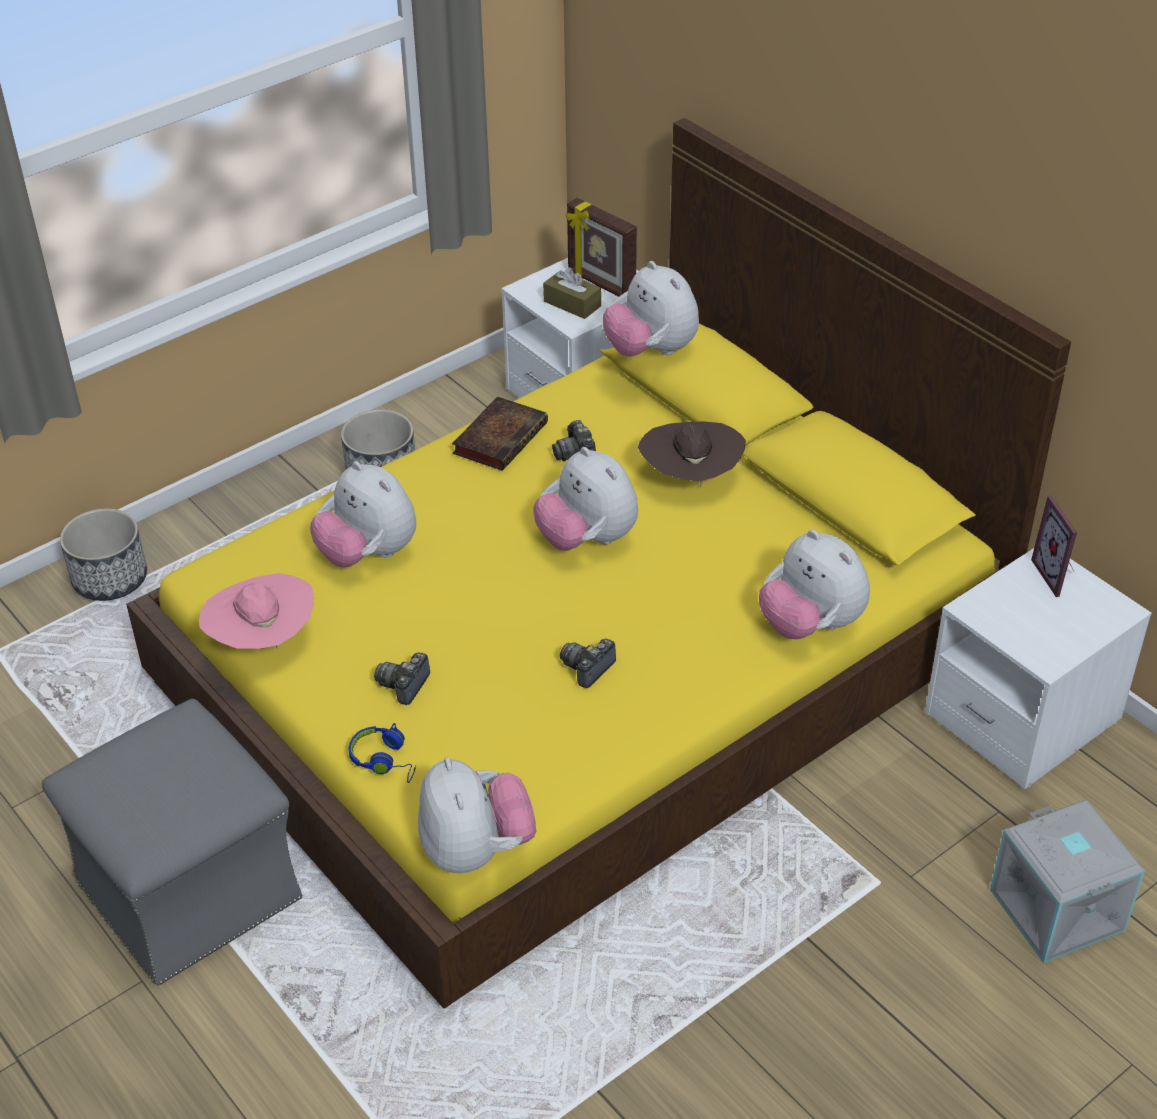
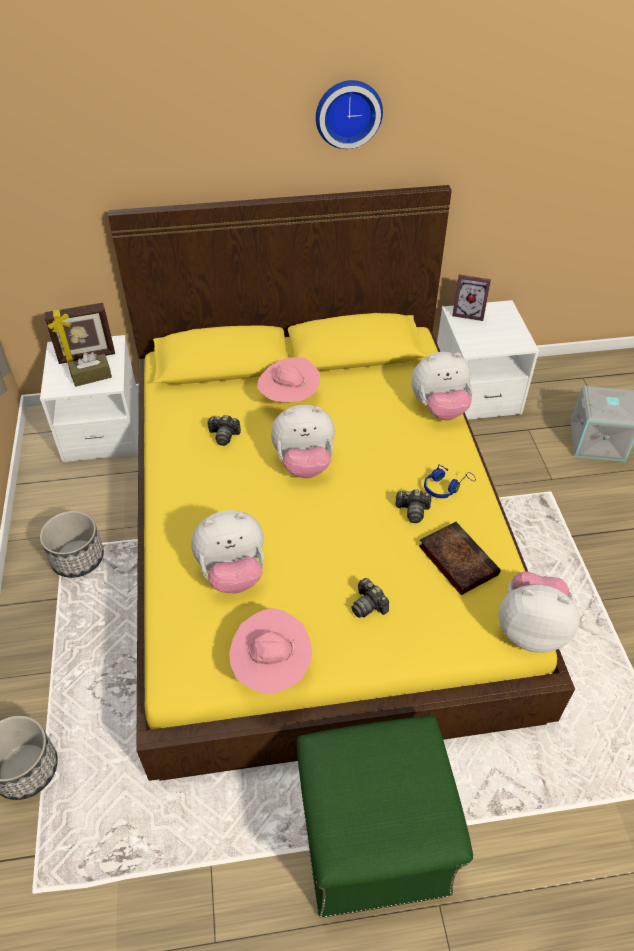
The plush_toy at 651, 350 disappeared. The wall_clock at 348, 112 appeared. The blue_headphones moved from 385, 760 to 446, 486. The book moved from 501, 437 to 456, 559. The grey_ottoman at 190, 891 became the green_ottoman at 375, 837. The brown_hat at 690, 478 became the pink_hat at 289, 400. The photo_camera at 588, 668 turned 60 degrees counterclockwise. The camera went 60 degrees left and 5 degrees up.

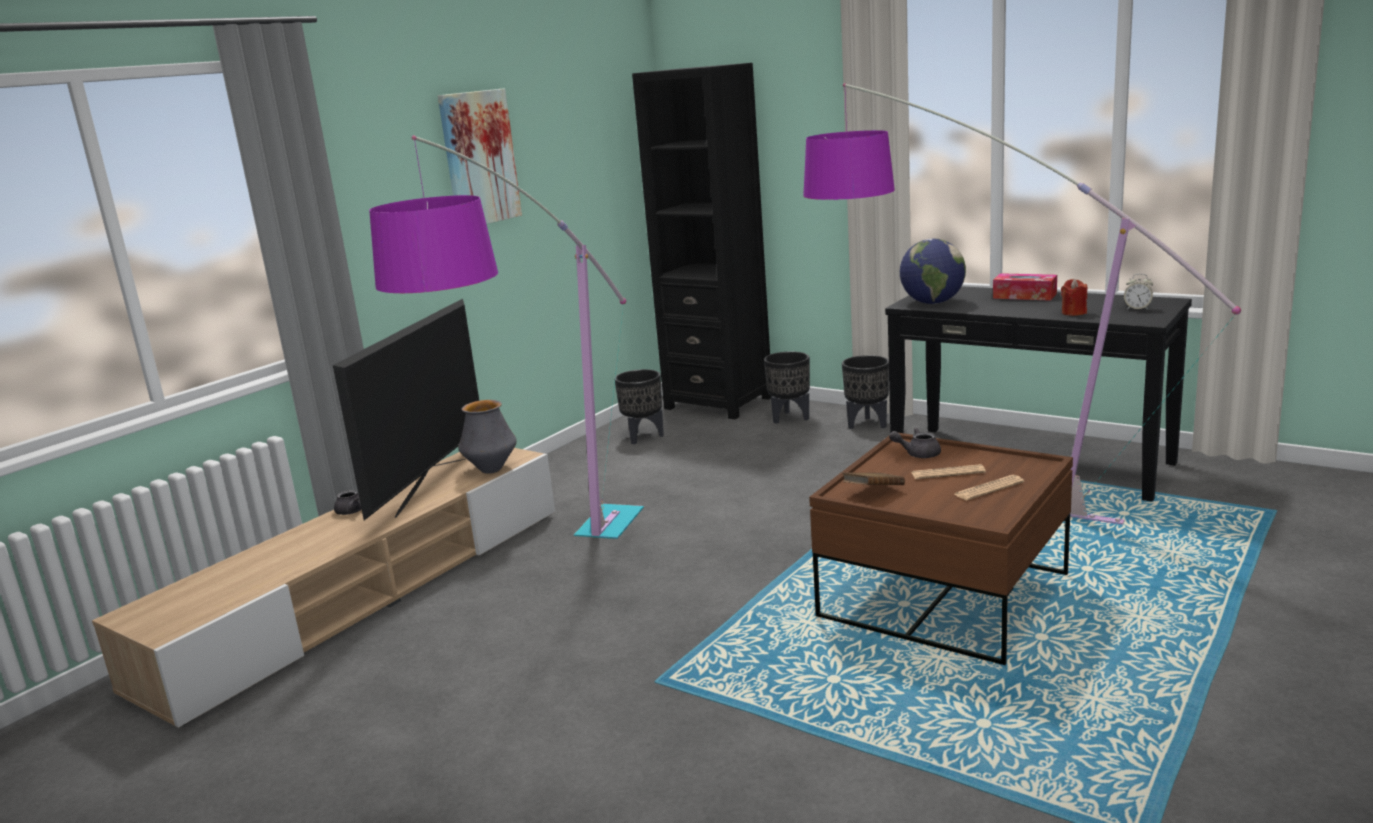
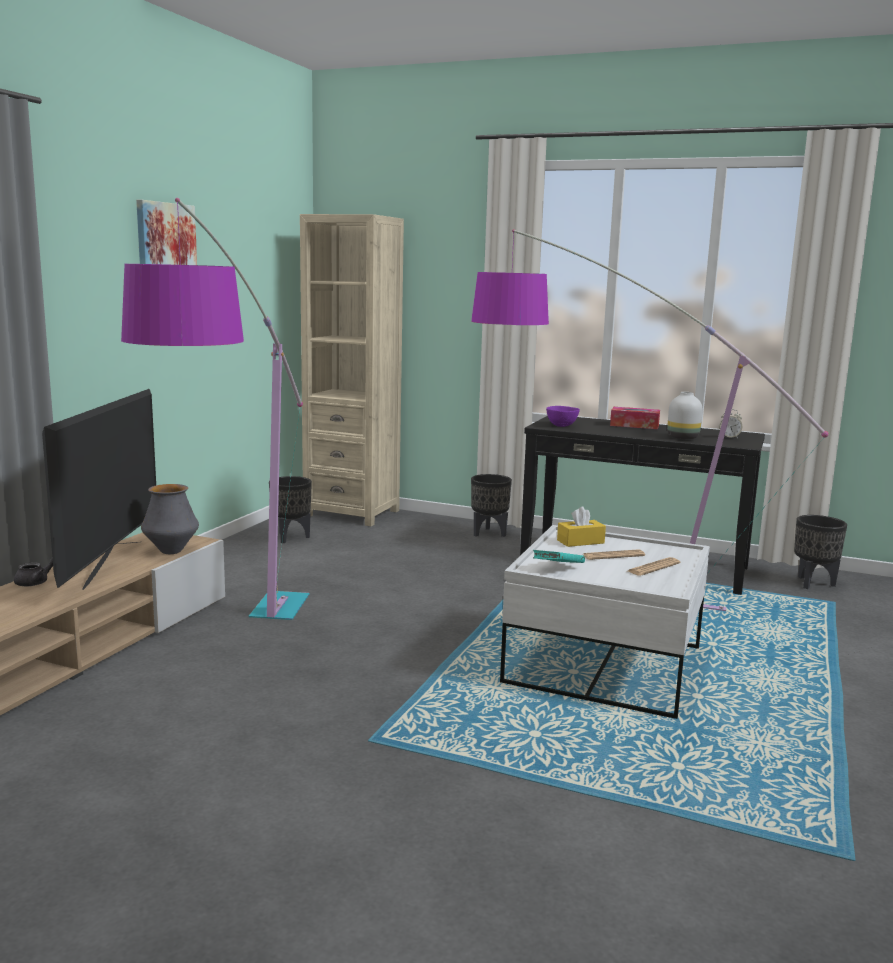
The black_planter moved from 789, 418 to 813, 583. The grey_teapot at 918, 454 was replaced by the yellow_tissue_box at 580, 541. The globe at 932, 303 was replaced by the purple_bowl at 562, 426. The red_candle at 1073, 313 was replaced by the white_vase at 682, 437. The black_bookcase at 718, 403 became the beige_bookcase at 352, 513. The brown_coffee_table at 944, 596 became the white_coffee_table at 604, 665. The brown_book at 873, 492 became the turquoise_book at 558, 568. The camera went 15 degrees left and 5 degrees down.

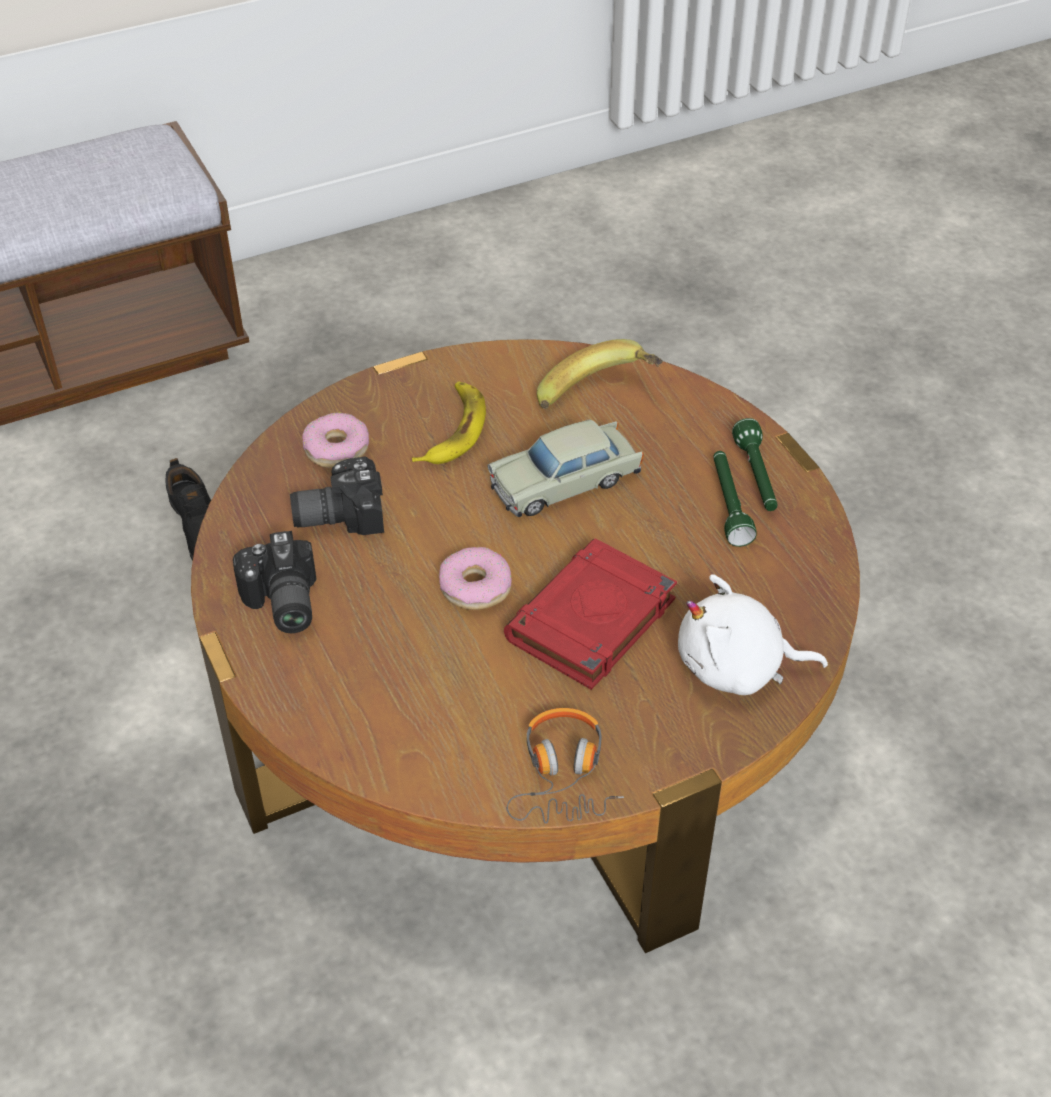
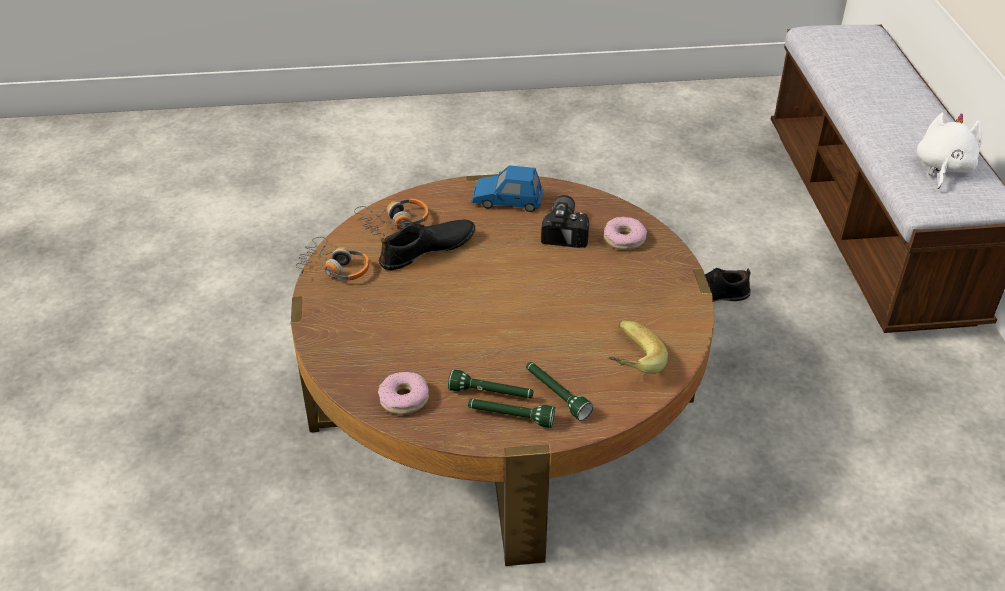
The banana at 453, 430 disappeared. The beige_toy_car at 565, 482 disappeared. The red_book at 590, 622 disappeared. The headphones at 394, 223 appeared. The black_shoe at 428, 250 appeared. The green_flashlight at 556, 395 appeared. The donut moved from 475, 587 to 404, 399. The white_plush_toy moved from 737, 668 to 942, 168. The photo_camera at 280, 604 was replaced by the blue_toy_car at 507, 200. The camera went 110 degrees right and 5 degrees down.

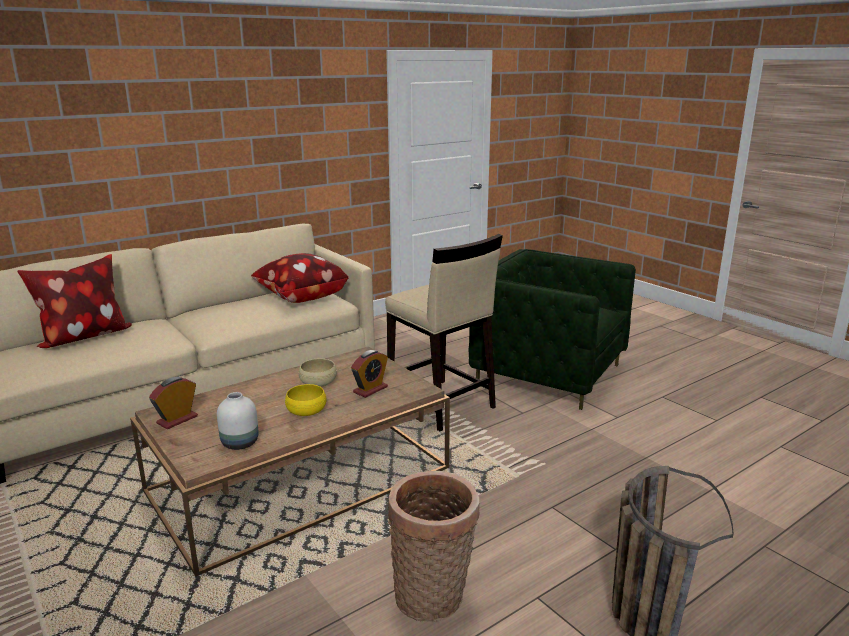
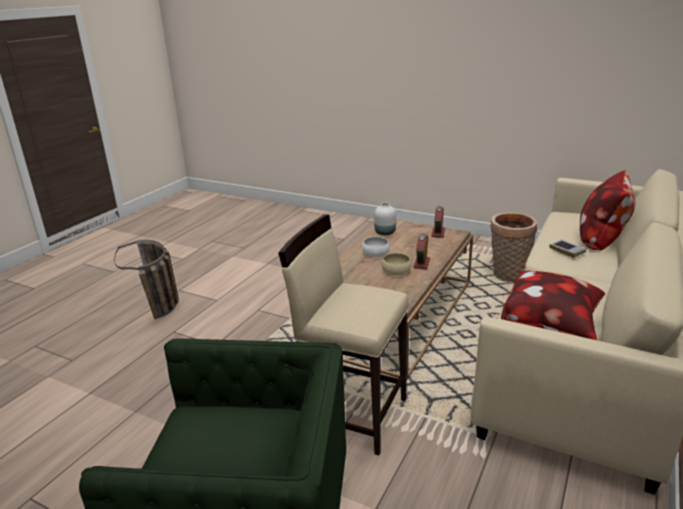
The book at 567, 250 appeared. The alarm_clock moved from 370, 389 to 421, 263. The basket moved from 433, 597 to 508, 275. The yellow_bowl at 306, 410 became the white_bowl at 375, 254. The camera went 155 degrees right and 5 degrees up.

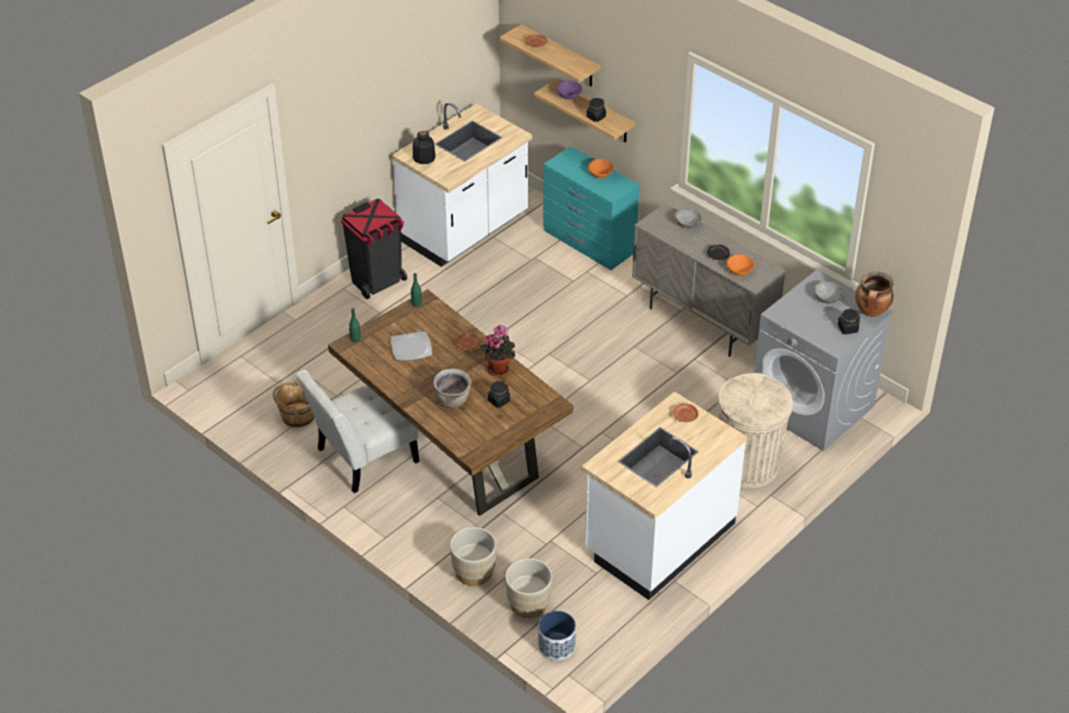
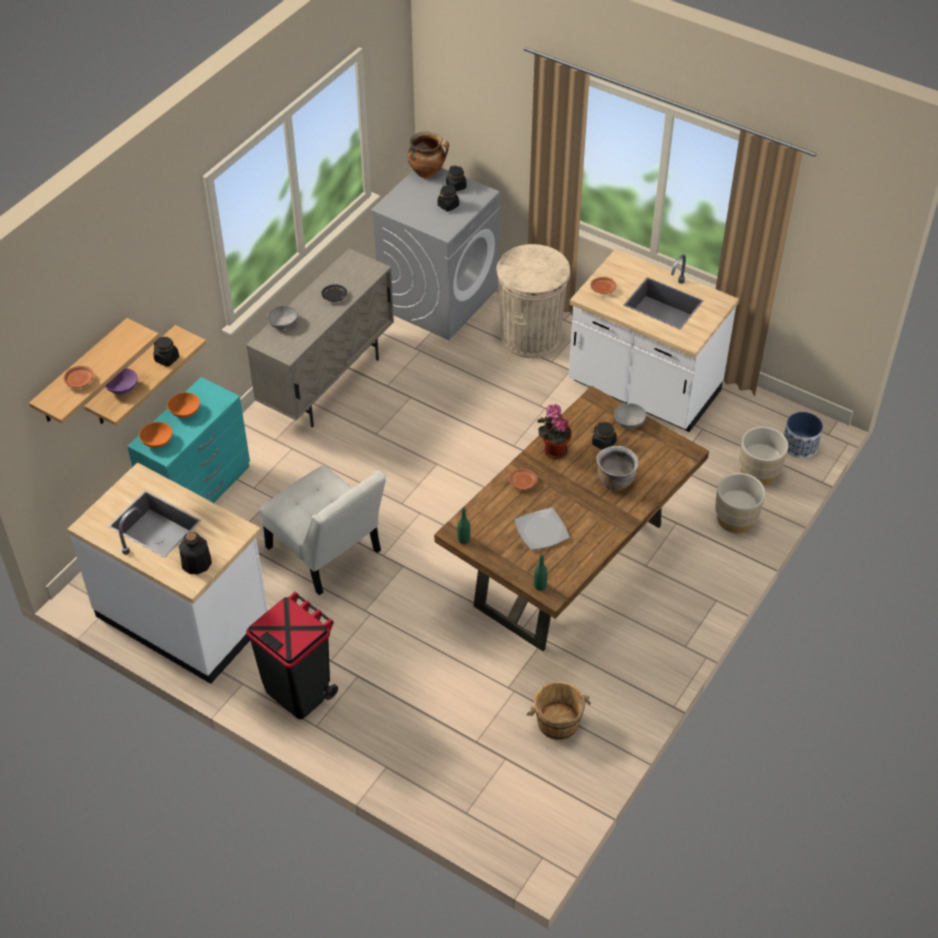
The black_jar at 448, 205 appeared. The white_chair moved from 362, 458 to 327, 553. The orange_bowl moved from 740, 271 to 157, 441. The grey_bowl moved from 826, 298 to 629, 422. The camera went 100 degrees left and 5 degrees up.

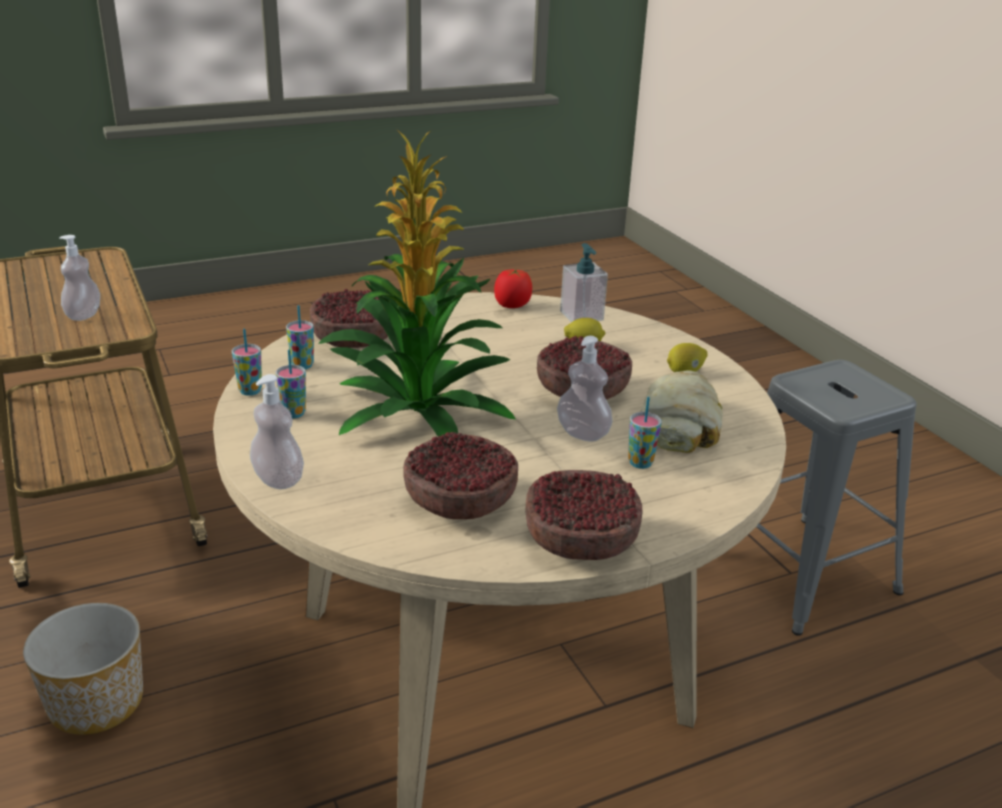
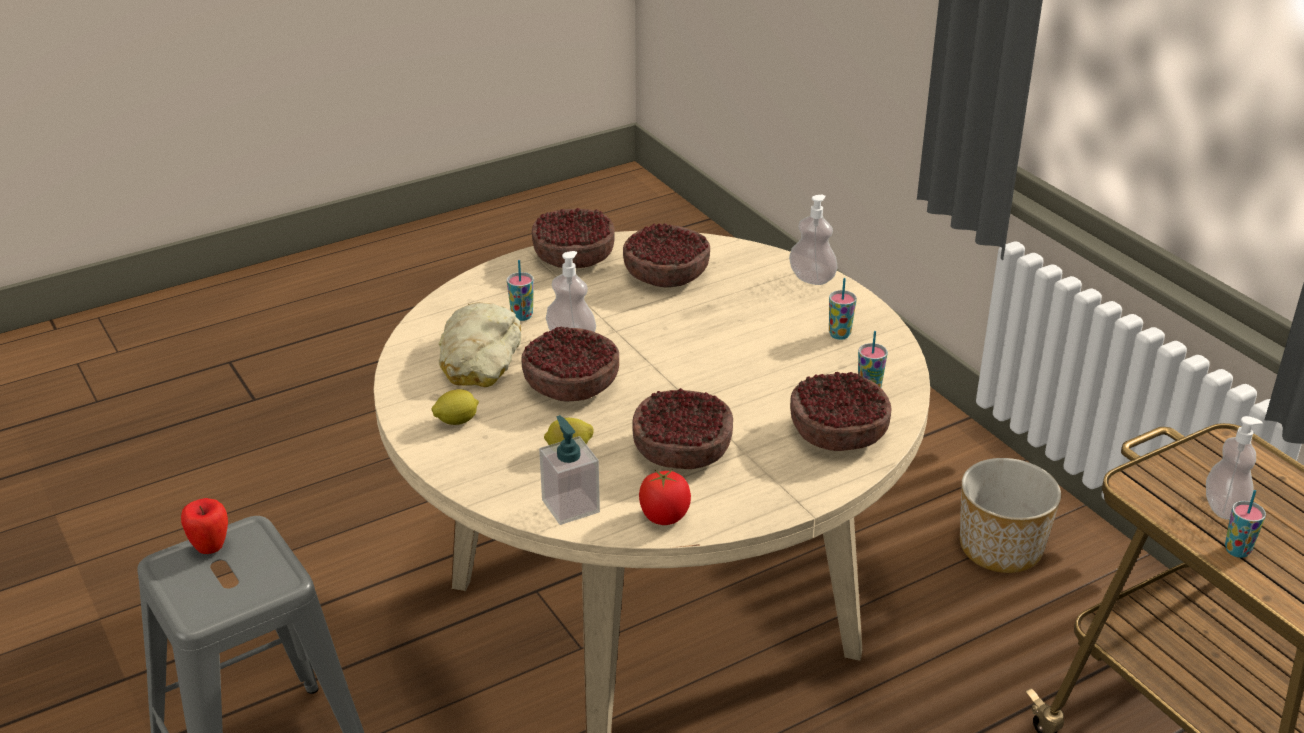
The potted_plant at 417, 412 disappeared. The apple at 210, 547 appeared. The bowl at 681, 451 appeared. The cup moved from 250, 391 to 1237, 550. The camera went 175 degrees right and 5 degrees up.

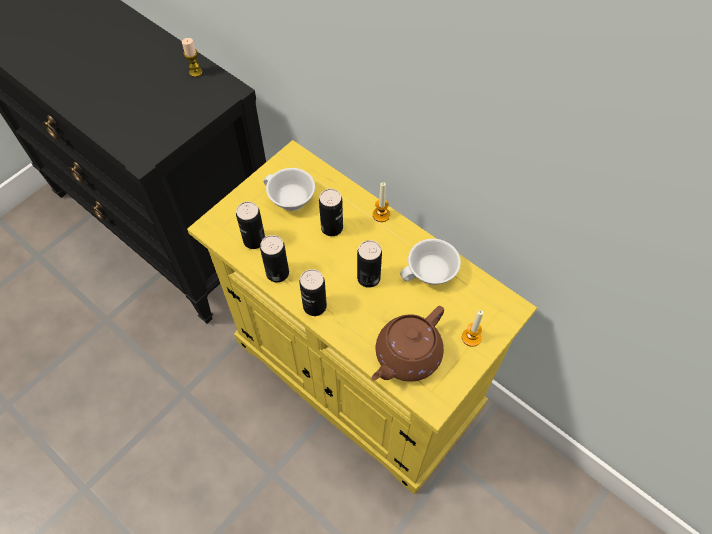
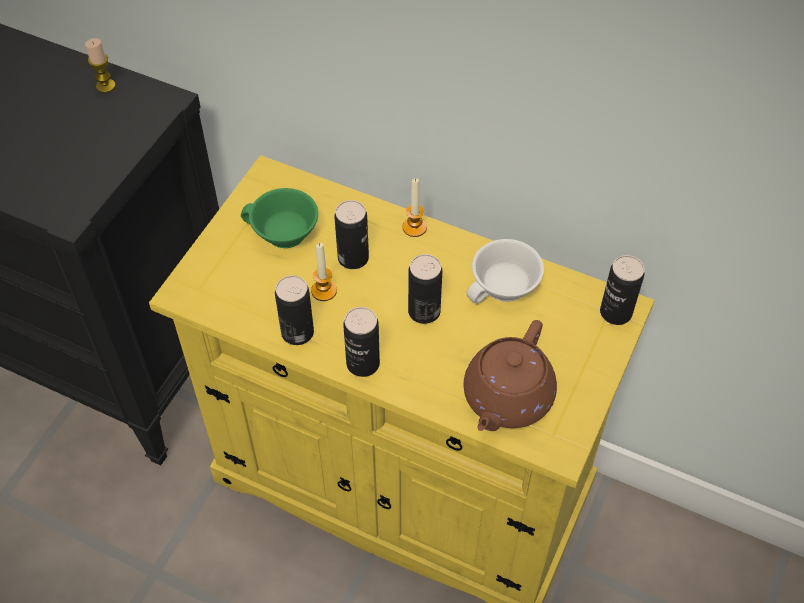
The can moved from 254, 240 to 615, 312. The candle moved from 471, 337 to 324, 291. The white_cup at 289, 200 became the green_cup at 282, 234. The camera went 15 degrees left and 5 degrees down.

